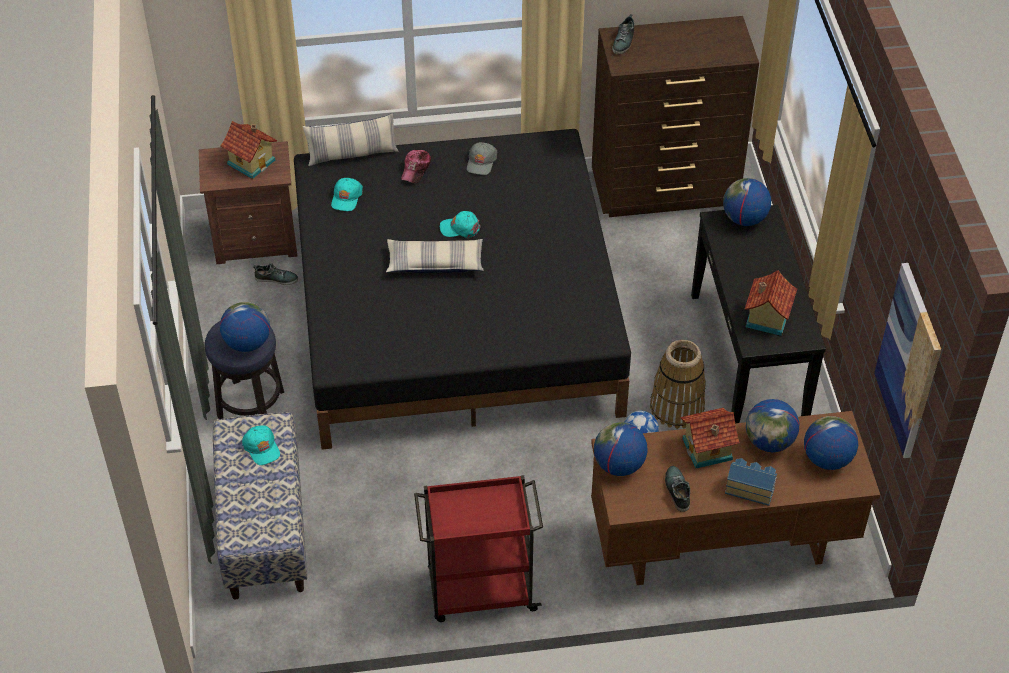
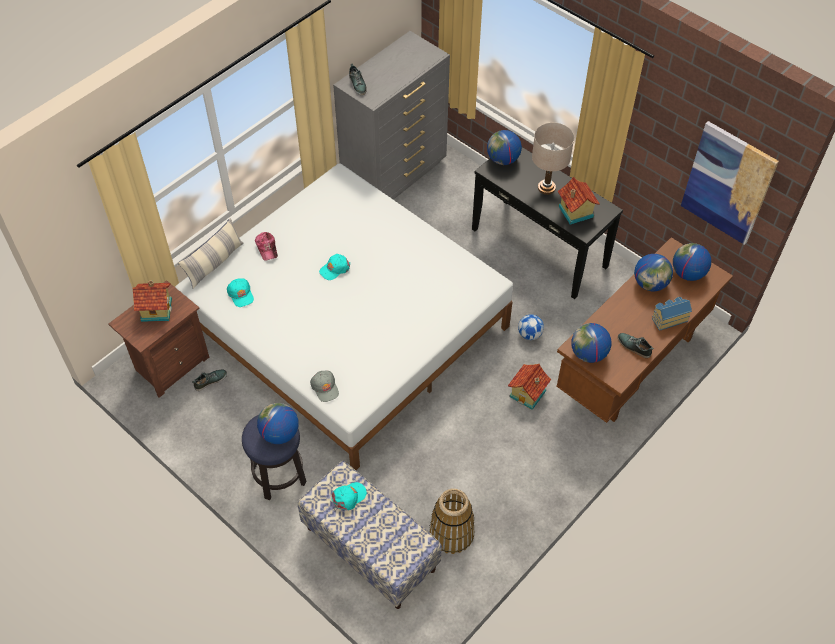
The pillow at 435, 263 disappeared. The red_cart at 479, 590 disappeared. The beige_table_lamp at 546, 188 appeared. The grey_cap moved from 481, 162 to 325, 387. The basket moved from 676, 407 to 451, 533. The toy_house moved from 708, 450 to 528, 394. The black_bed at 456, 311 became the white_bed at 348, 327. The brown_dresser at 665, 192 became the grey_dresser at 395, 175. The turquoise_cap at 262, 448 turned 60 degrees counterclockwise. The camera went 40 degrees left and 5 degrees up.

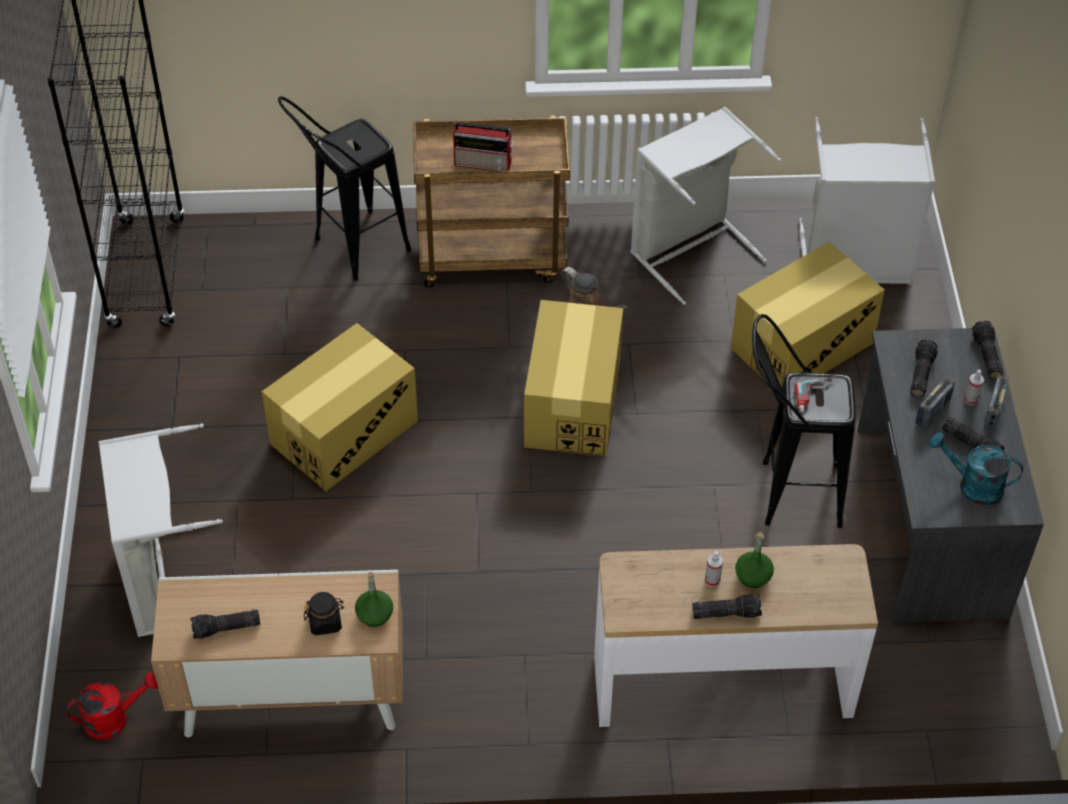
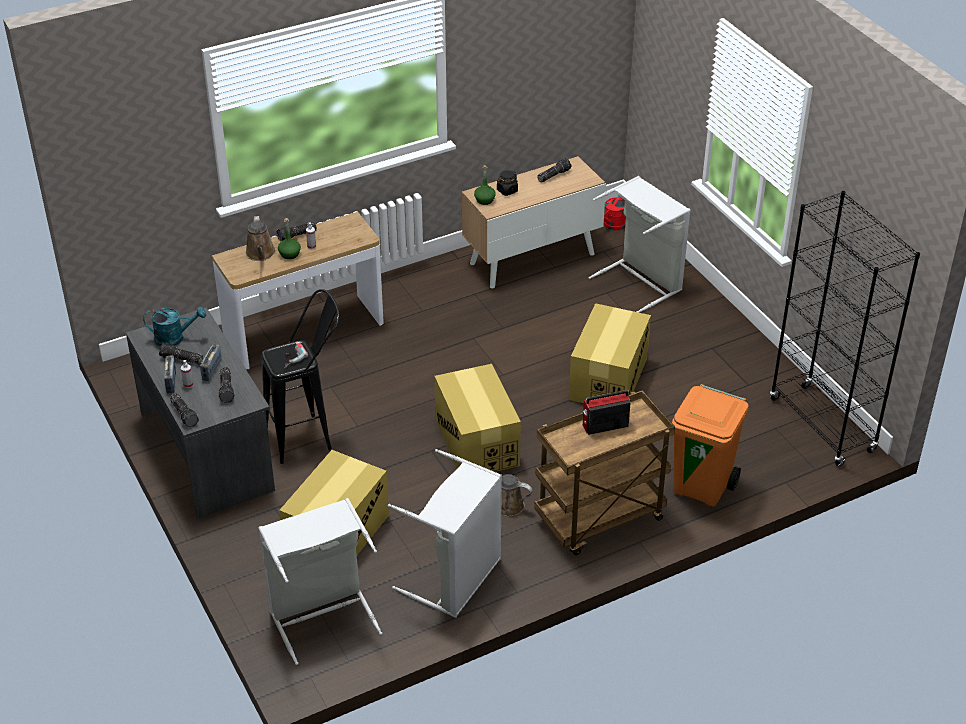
The brown_watering_can at 260, 254 appeared. The black_stool at 350, 252 was replaced by the orange_trash_can at 702, 487. The camera went 155 degrees right and 10 degrees down.

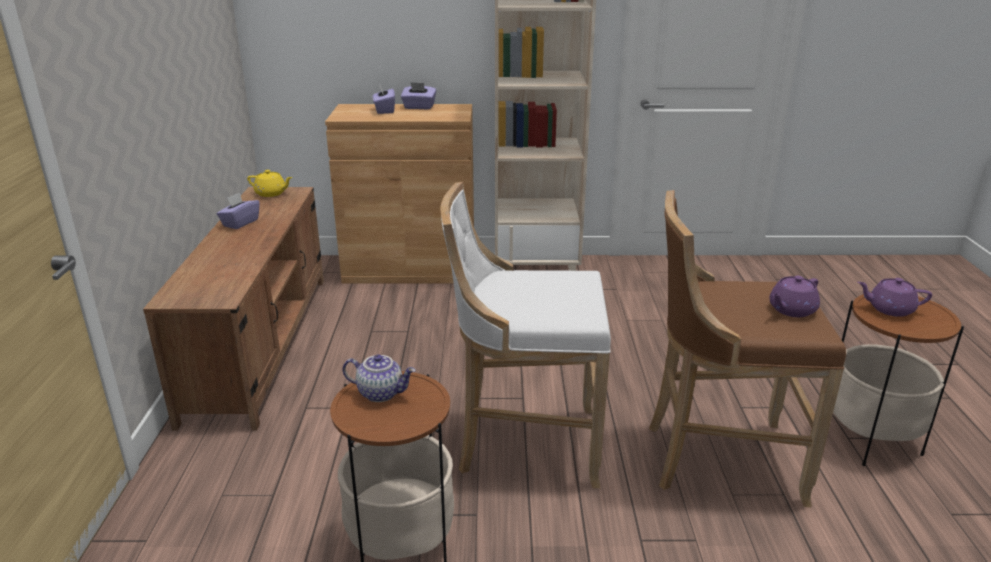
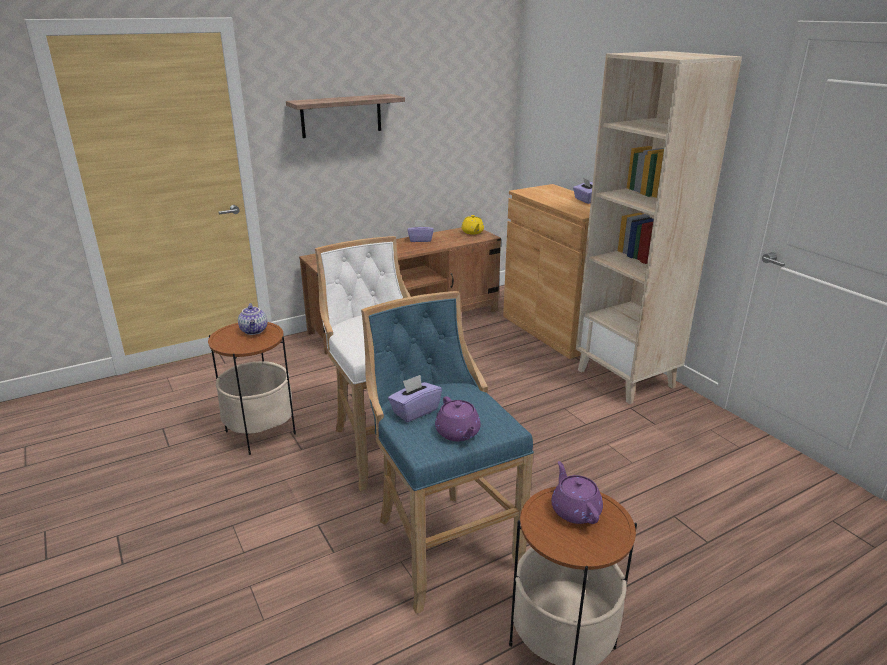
The shelf at 341, 115 appeared. The purple_tissue_box moved from 384, 110 to 415, 411. The brown_stool at 717, 459 became the blue_stool at 441, 543. The purple_teapot at 791, 310 turned 135 degrees counterclockwise. The camera went 60 degrees right and 0 degrees up.

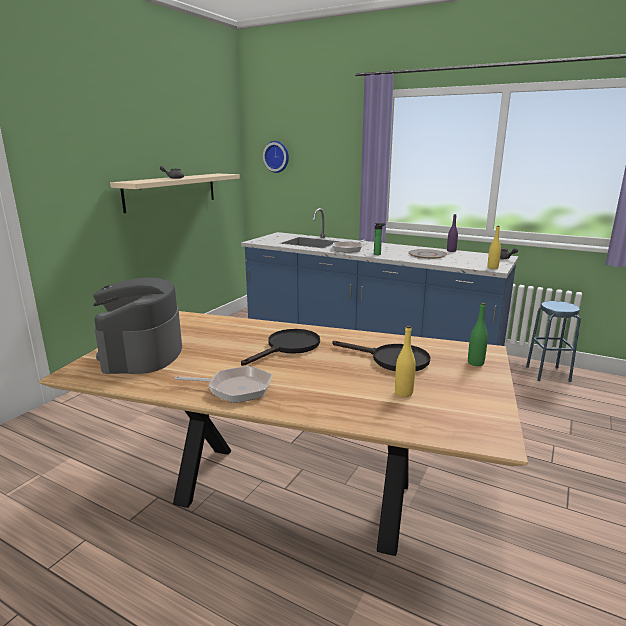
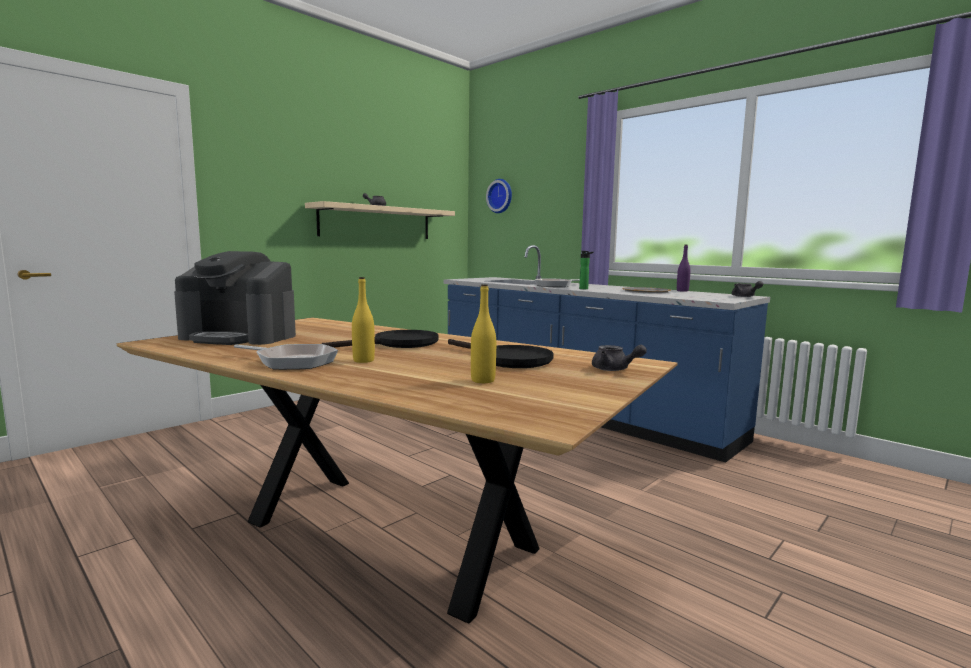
The blue_stool at 548, 374 disappeared. The yellow_bottle moved from 492, 267 to 363, 360. The green_bottle at 475, 363 was replaced by the grey_teapot at 614, 369. The coffee_machine at 142, 353 turned 90 degrees counterclockwise. The camera went 15 degrees right and 10 degrees down.

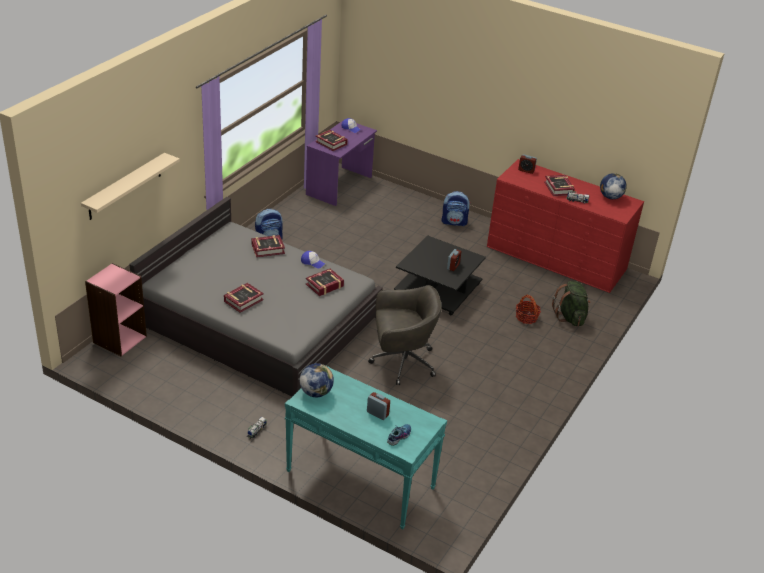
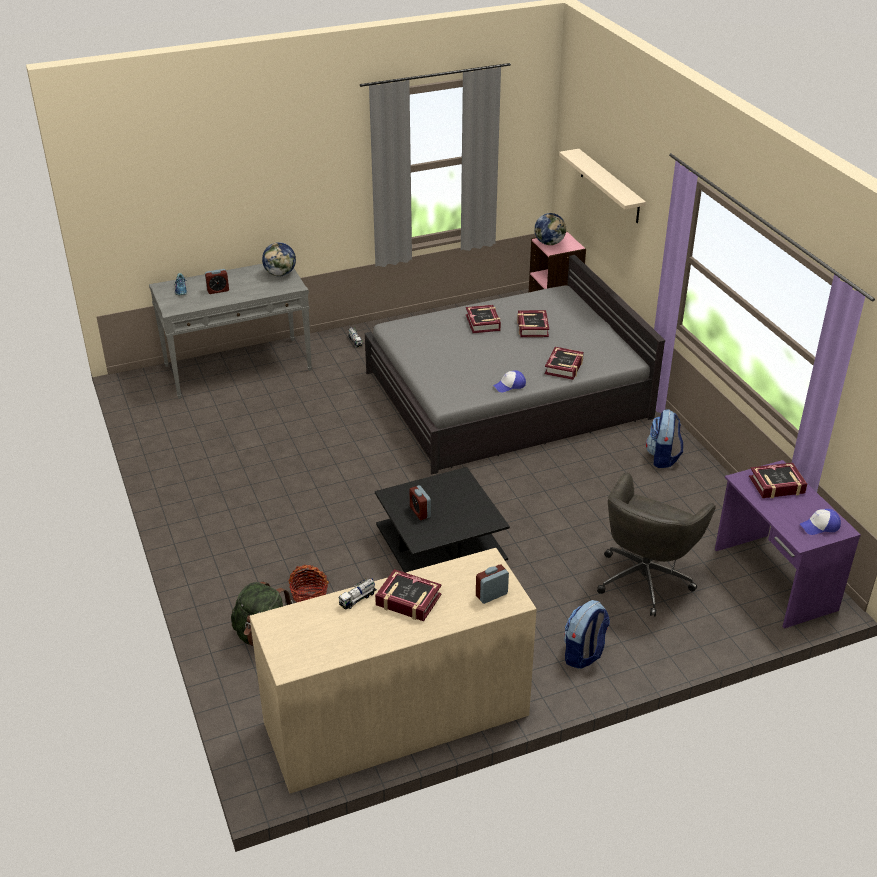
The book moved from 324, 285 to 532, 327. The grey_office_chair moved from 401, 362 to 645, 578. The globe moved from 610, 197 to 549, 243. The turquoise_console_table at 359, 479 became the grey_console_table at 238, 367. The red_dresser at 556, 258 became the beige_dresser at 396, 719. The camera went 130 degrees right and 0 degrees up.

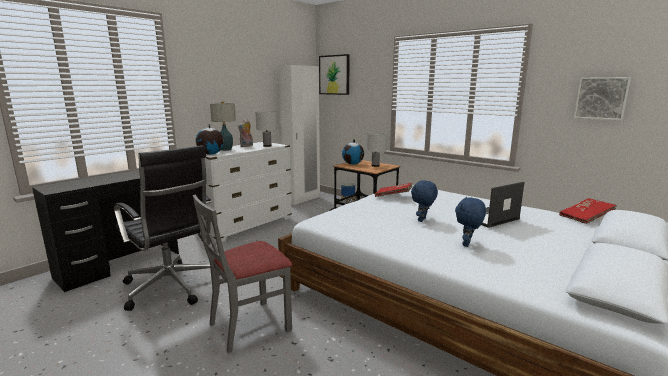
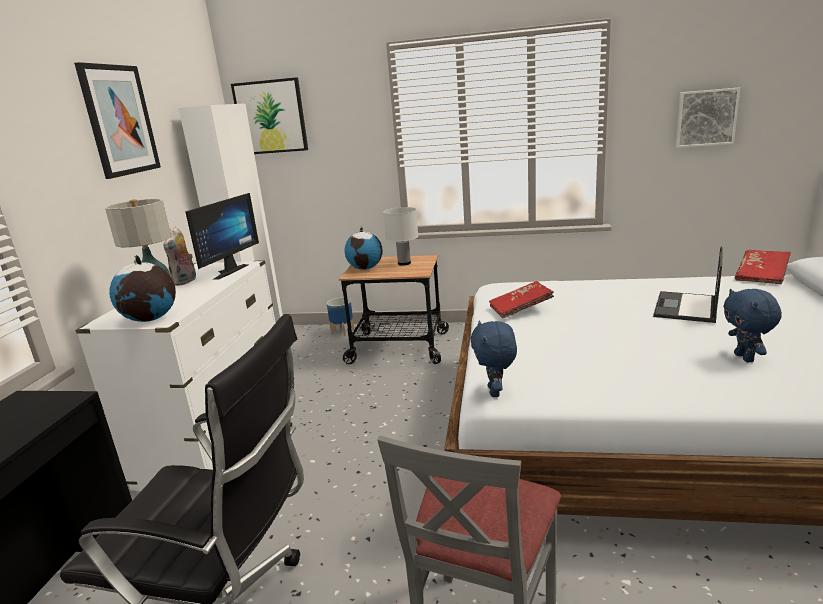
The picture at 119, 120 appeared. The blue_plush_toy moved from 422, 220 to 495, 392. The white_table_lamp at 267, 146 was replaced by the monitor at 226, 271. The camera went 30 degrees left and 5 degrees up.

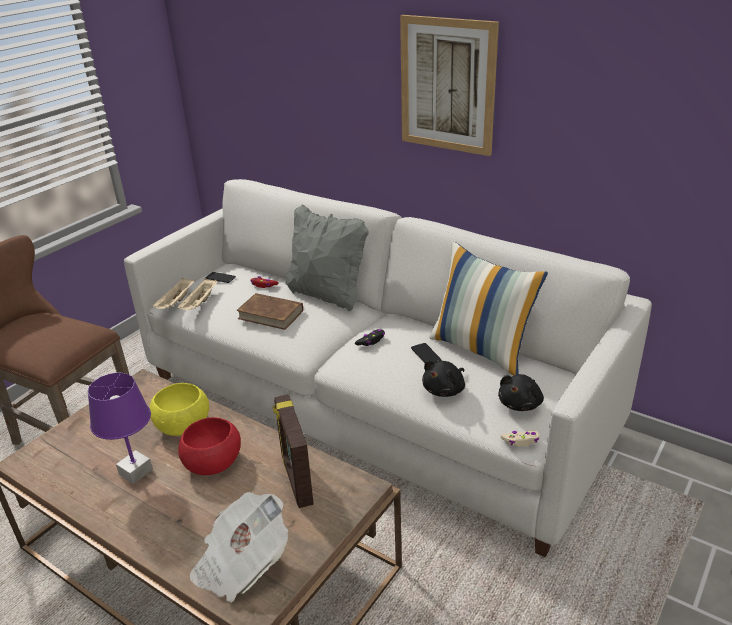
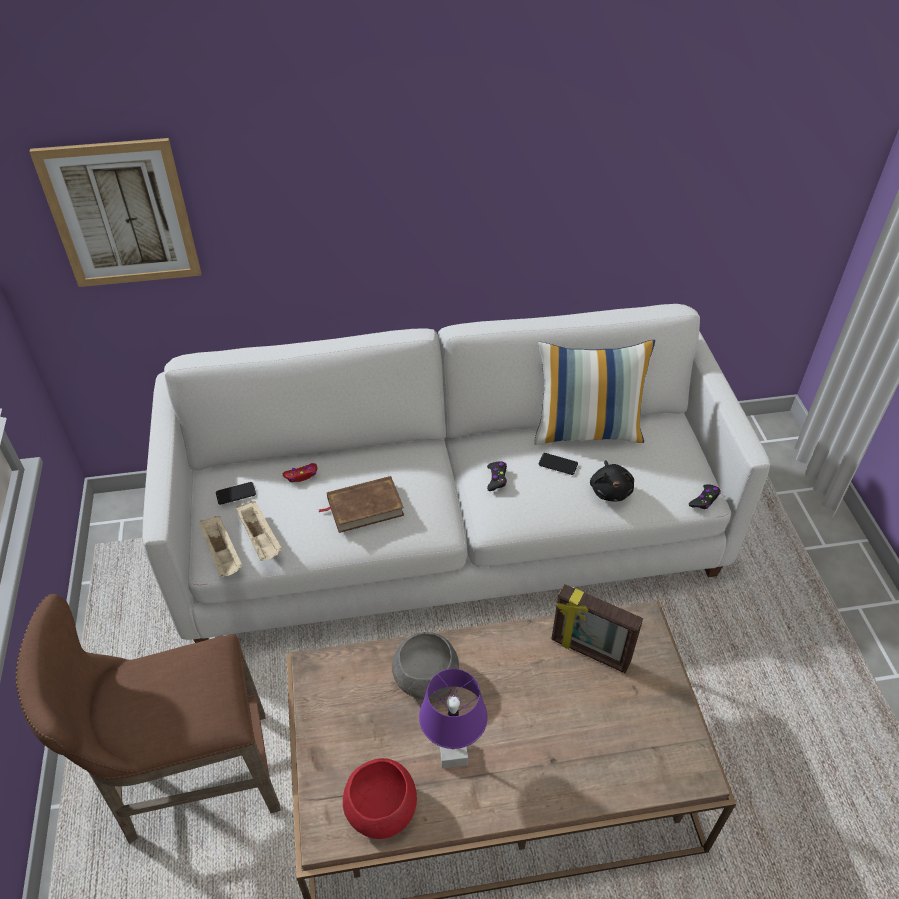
The newspaper at 241, 563 disappeared. The grey_pillow at 327, 295 disappeared. The black_plush_toy at 520, 404 disappeared. The red_bowl moved from 213, 462 to 380, 808. The picture moved from 447, 85 to 121, 214. The yellow_bowl at 183, 425 became the grey_bowl at 426, 678. The beige_game_controller at 521, 441 became the black_game_controller at 704, 500. The camera went 45 degrees left and 15 degrees up.

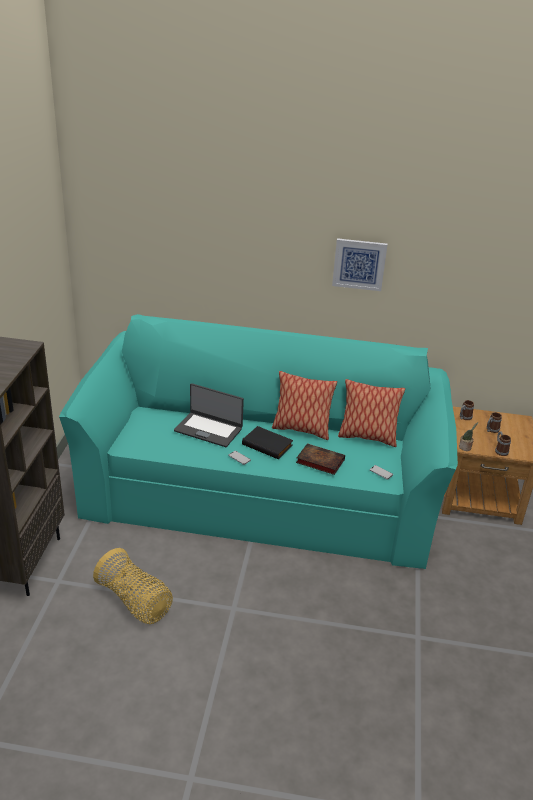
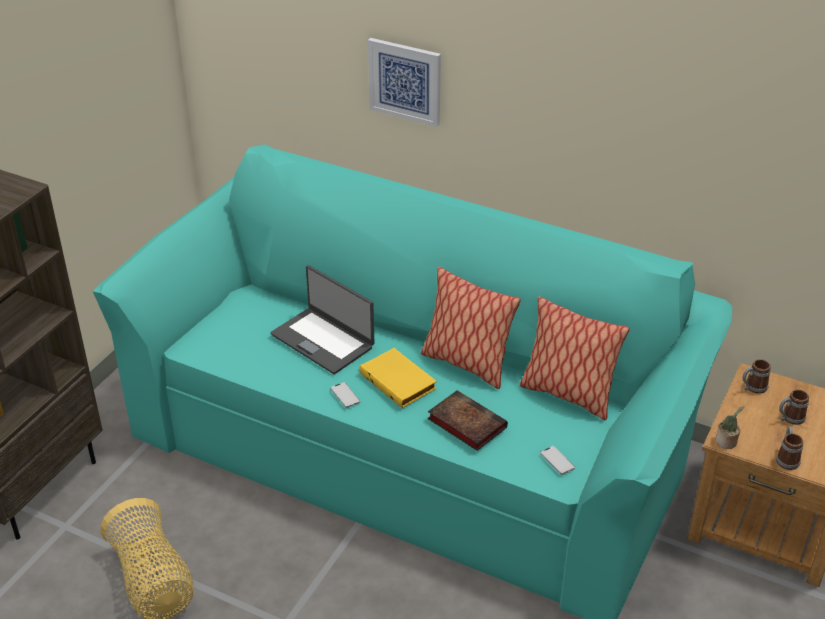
The picture moved from 359, 264 to 405, 81. The black_book at 268, 444 became the yellow_book at 399, 381. The camera went 20 degrees right and 5 degrees up.

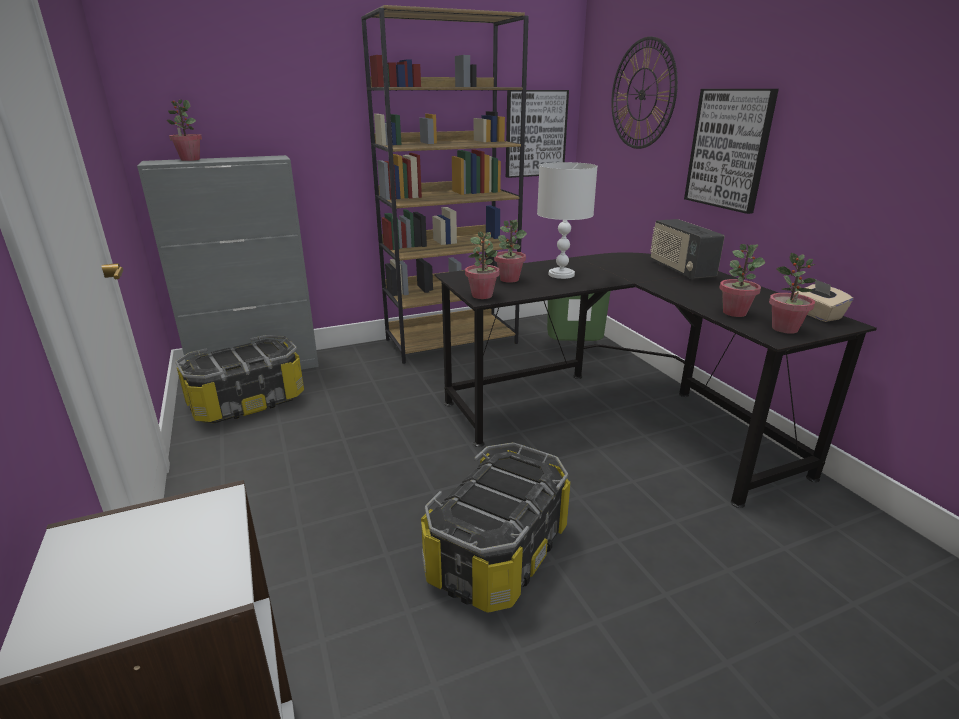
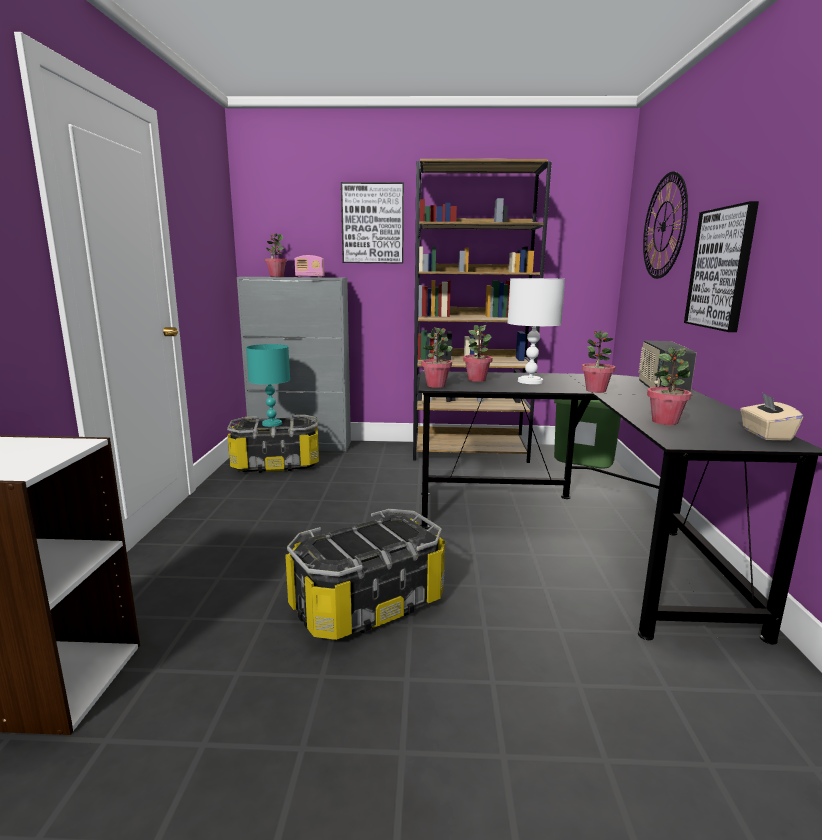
The turquoise_table_lamp at 271, 424 appeared. The radio at 310, 277 appeared. The picture moved from 535, 133 to 373, 223. The potted_plant moved from 785, 329 to 595, 390. The camera went 25 degrees right and 10 degrees down.

